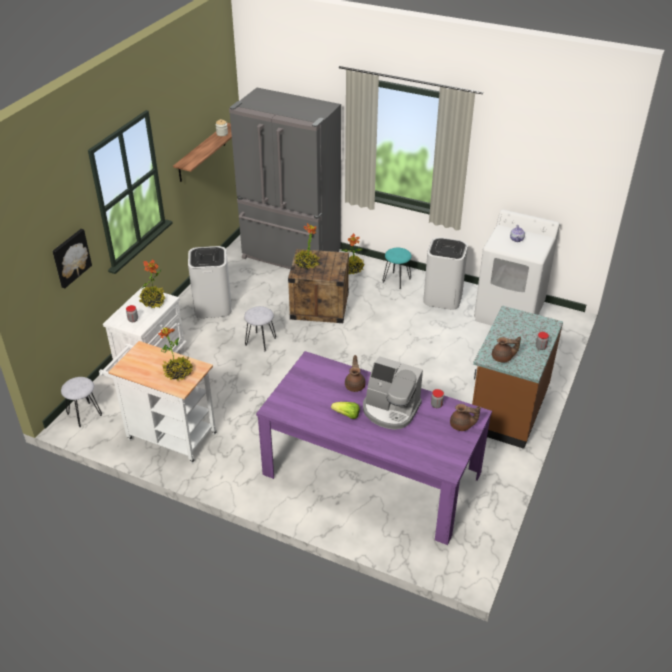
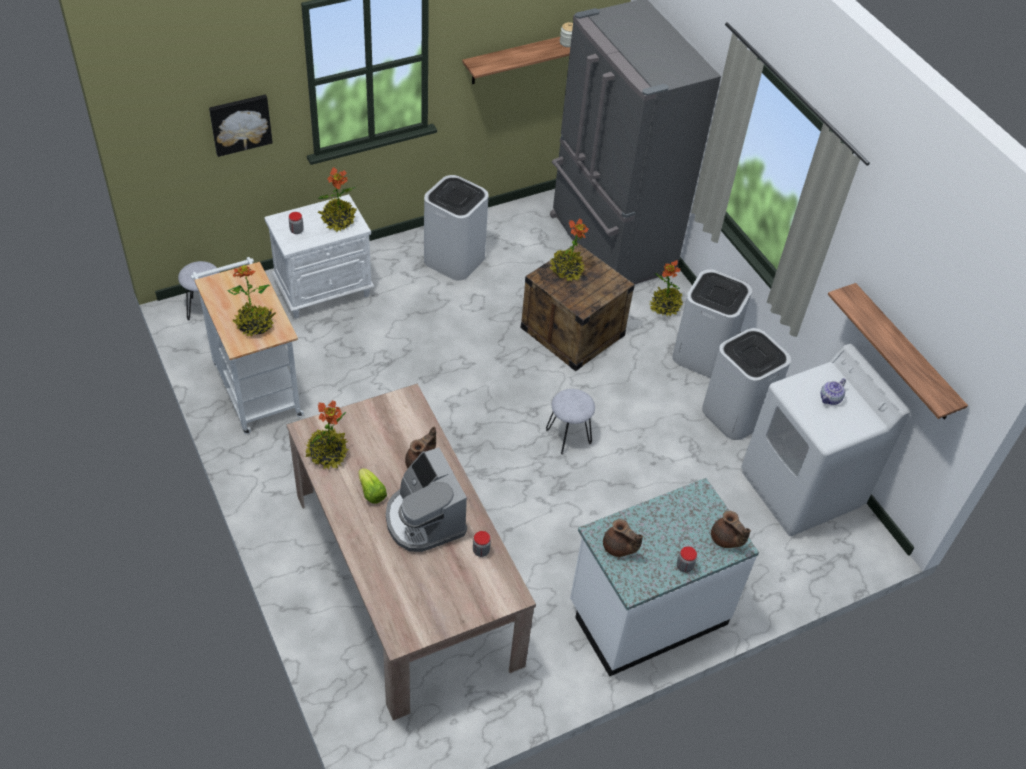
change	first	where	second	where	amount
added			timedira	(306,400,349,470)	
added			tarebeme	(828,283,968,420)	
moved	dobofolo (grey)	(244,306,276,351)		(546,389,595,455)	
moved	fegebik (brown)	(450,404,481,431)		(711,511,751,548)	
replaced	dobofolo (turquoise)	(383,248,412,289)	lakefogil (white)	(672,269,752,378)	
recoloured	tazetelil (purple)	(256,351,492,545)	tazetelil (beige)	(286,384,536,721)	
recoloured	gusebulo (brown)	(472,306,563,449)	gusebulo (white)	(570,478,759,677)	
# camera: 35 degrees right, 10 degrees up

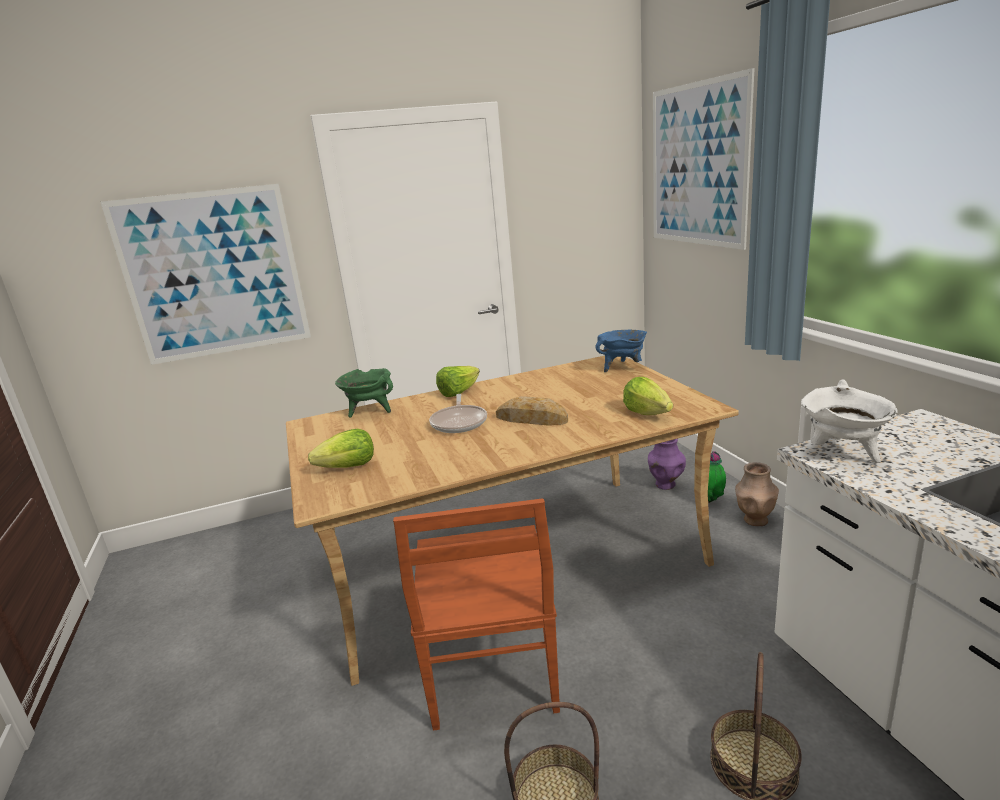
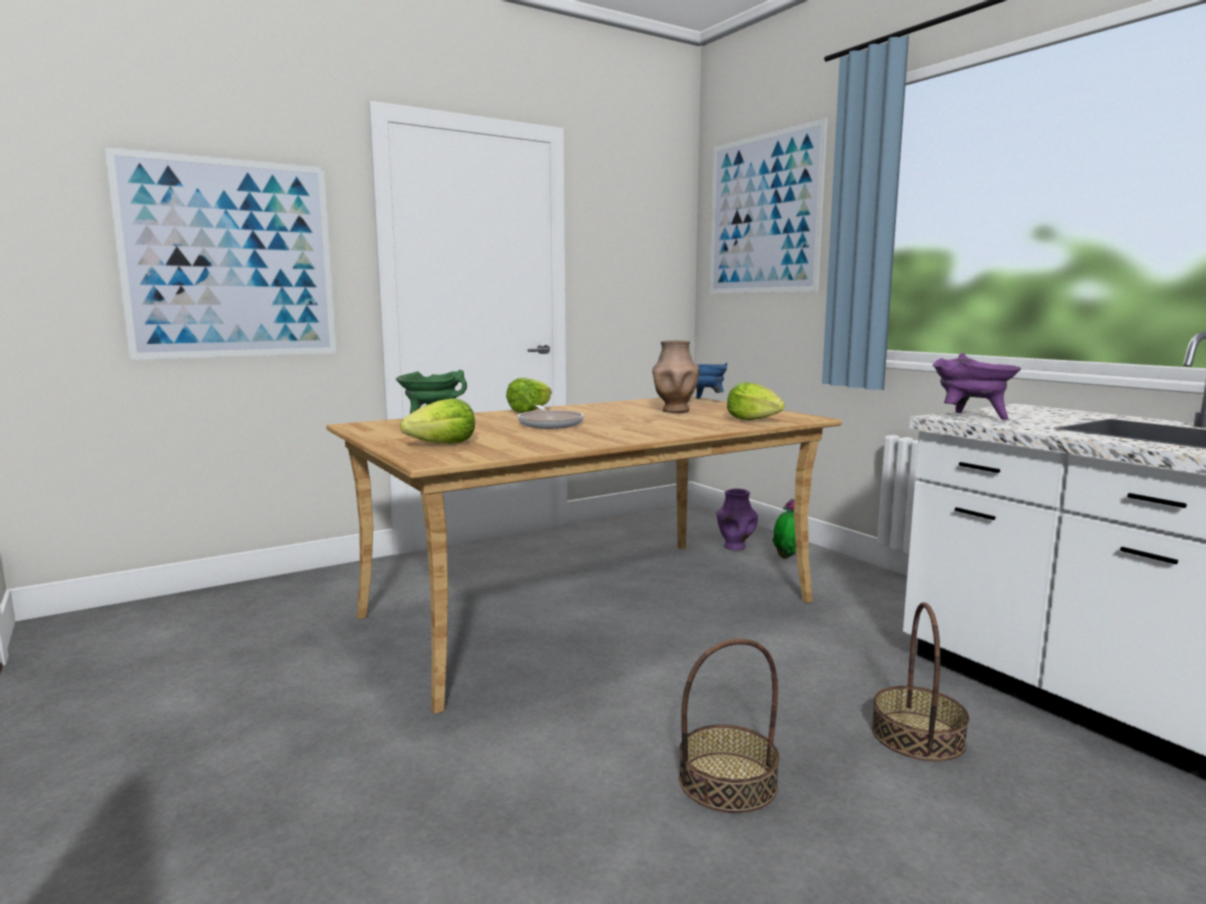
change	first	where	second	where	amount
removed	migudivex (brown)	(393,499,560,731)			
removed	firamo	(496,396,568,425)			
moved	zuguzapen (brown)	(735,462,779,526)		(652,340,700,413)	
recoloured	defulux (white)	(801,379,897,463)	defulux (purple)	(933,353,1021,420)	
# camera: 15 degrees left, 10 degrees down

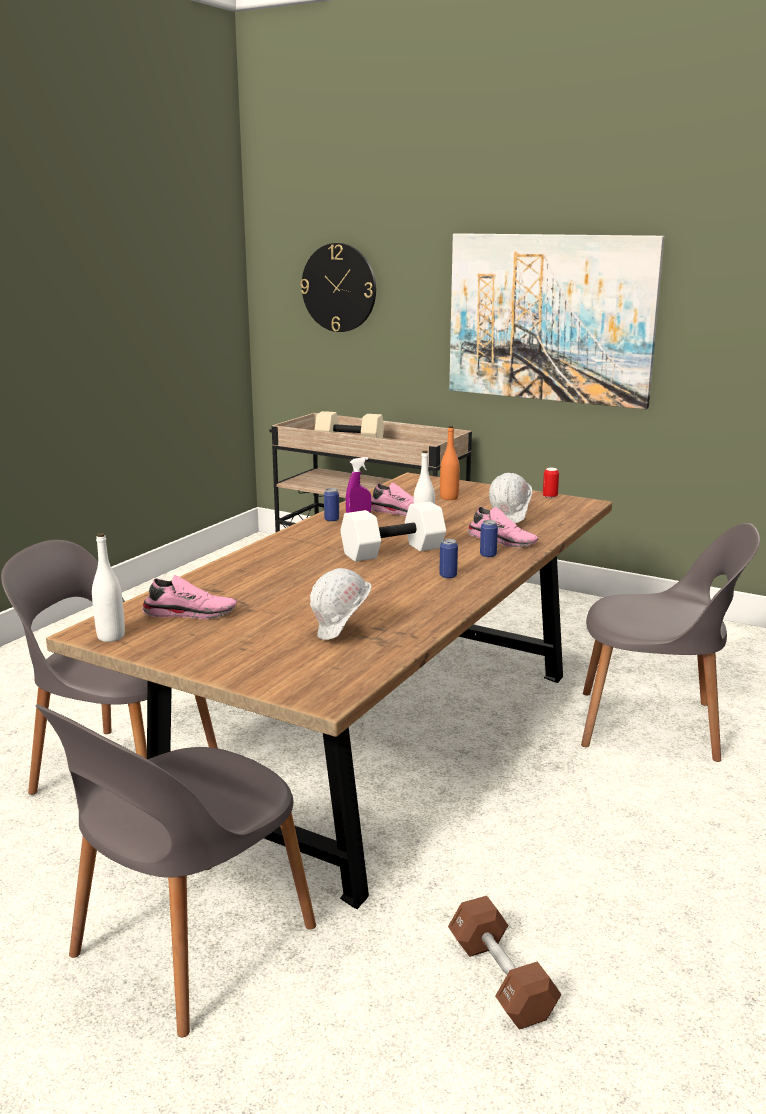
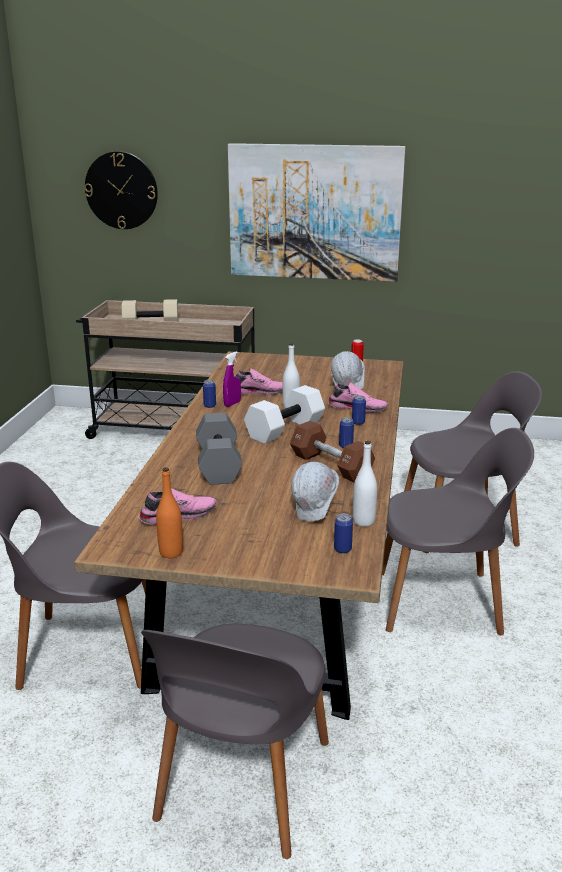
change	first	where	second	where	amount
added			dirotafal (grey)	(196,413,242,485)	
added			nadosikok	(334,514,353,553)	
added			migudivex (grey)	(382,428,534,635)	
moved	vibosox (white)	(92,533,125,642)		(353,441,377,527)	
moved	vibosox (orange)	(440,426,460,500)		(156,467,183,558)	
moved	dirotafal (brown)	(448,896,562,1030)		(290,421,375,483)	
# camera: 20 degrees left, 5 degrees up

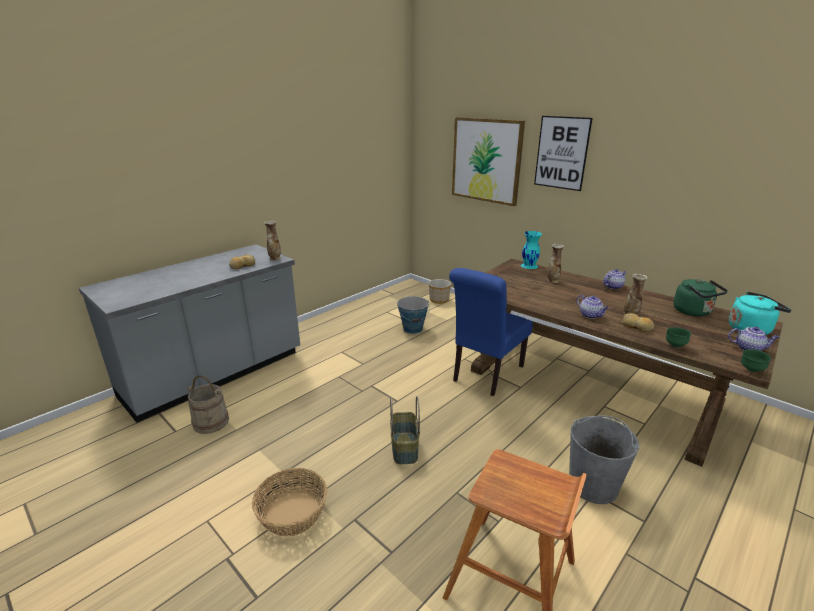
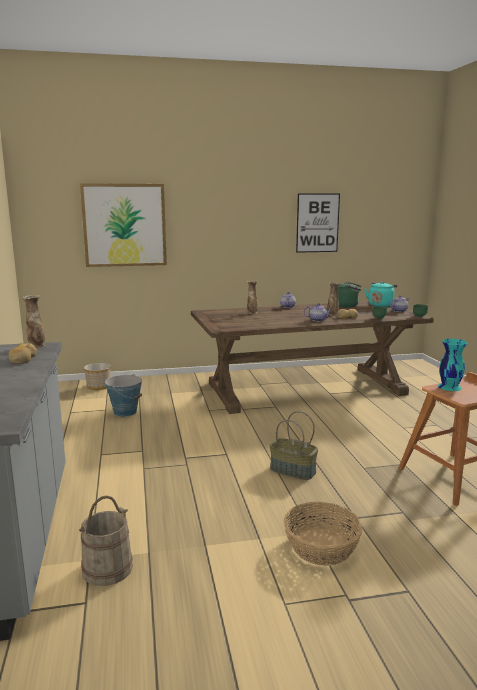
change	first	where	second	where	amount
removed	migudivex (blue)	(449,268,533,396)			
removed	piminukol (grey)	(569,415,640,504)			
moved	zuguzapen (turquoise)	(521,231,542,269)		(438,339,468,391)	
moved	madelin	(534,116,592,191)		(296,193,340,253)	
# camera: 55 degrees left, 10 degrees down

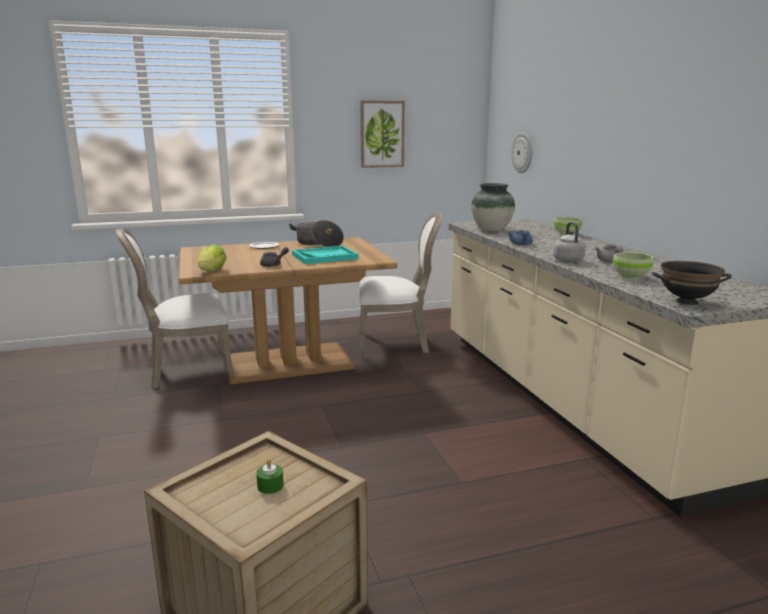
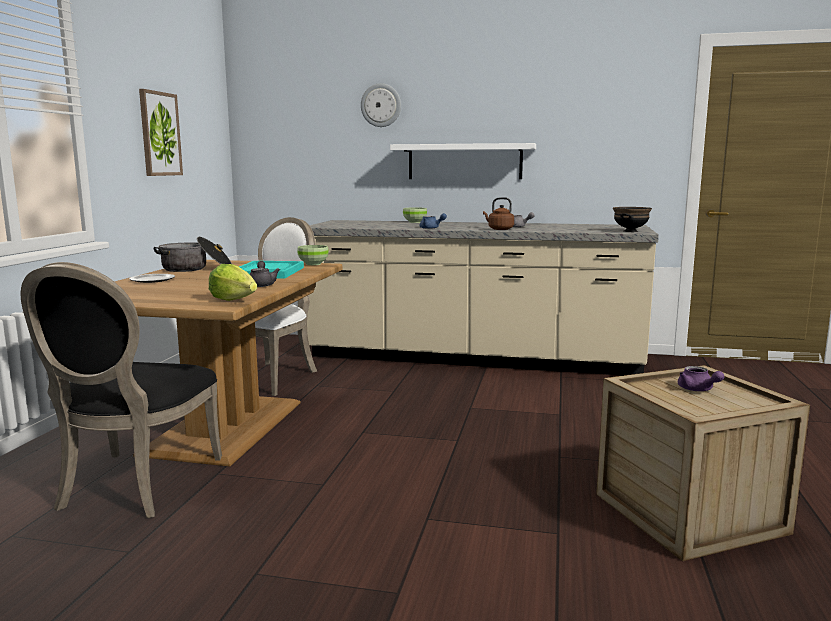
change	first	where	second	where	amount
removed	zuguzapen	(471,183,515,232)			
added			tarebeme (white)	(390,143,536,179)	
moved	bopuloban	(511,132,532,173)		(361,83,401,127)	
moved	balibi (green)	(613,252,653,279)		(297,245,329,265)	
replaced	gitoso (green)	(256,459,284,494)	fegebik (purple)	(678,366,724,391)	
recoloured	migudivex (white)	(115,228,234,389)	migudivex (black)	(21,262,222,518)	
recoloured	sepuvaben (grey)	(553,222,586,262)	sepuvaben (brown)	(483,197,514,230)	
# camera: 60 degrees left, 5 degrees down

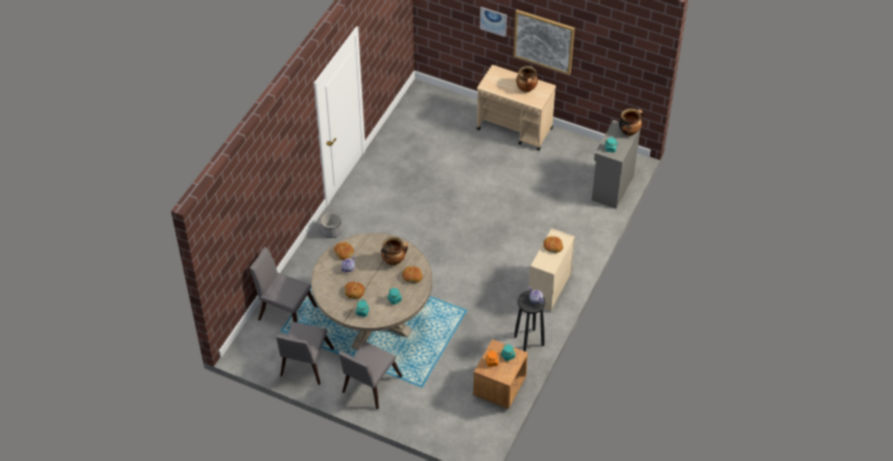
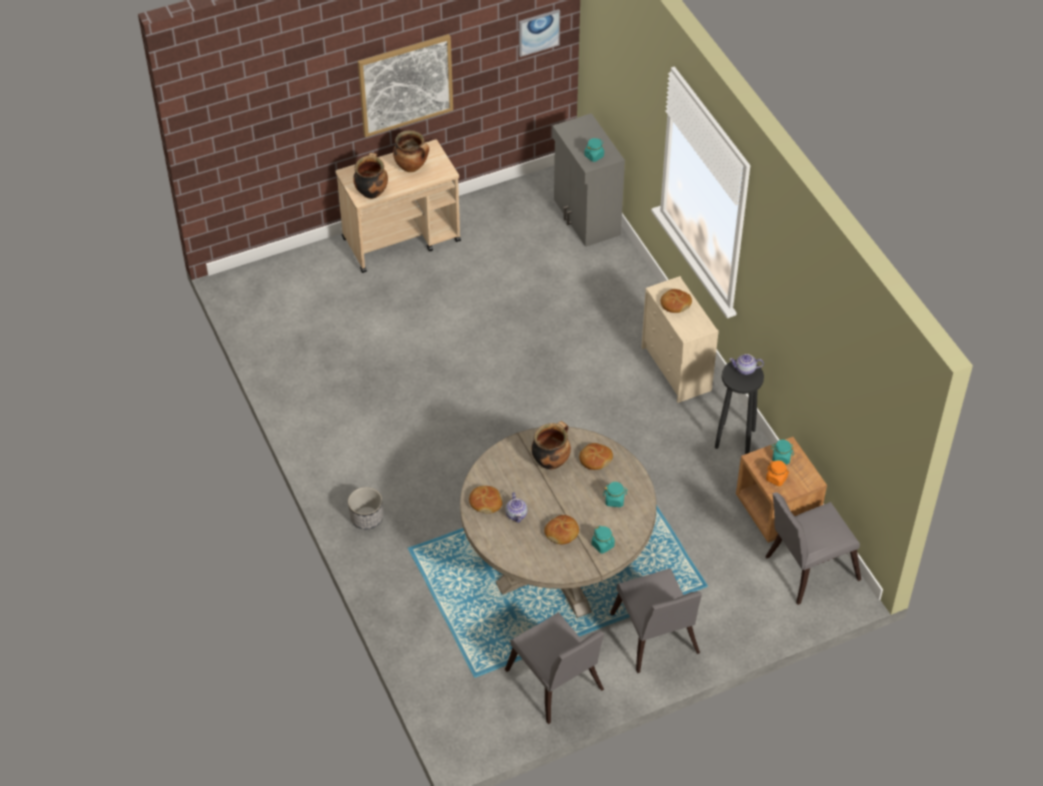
change	first	where	second	where	amount
moved	migudivex (grey)	(250,247,317,322)		(765,492,861,605)	
moved	madelin	(480,7,507,37)		(519,9,560,57)	
moved	defulux	(619,108,644,136)		(353,153,388,199)	
# camera: 50 degrees left, 0 degrees up

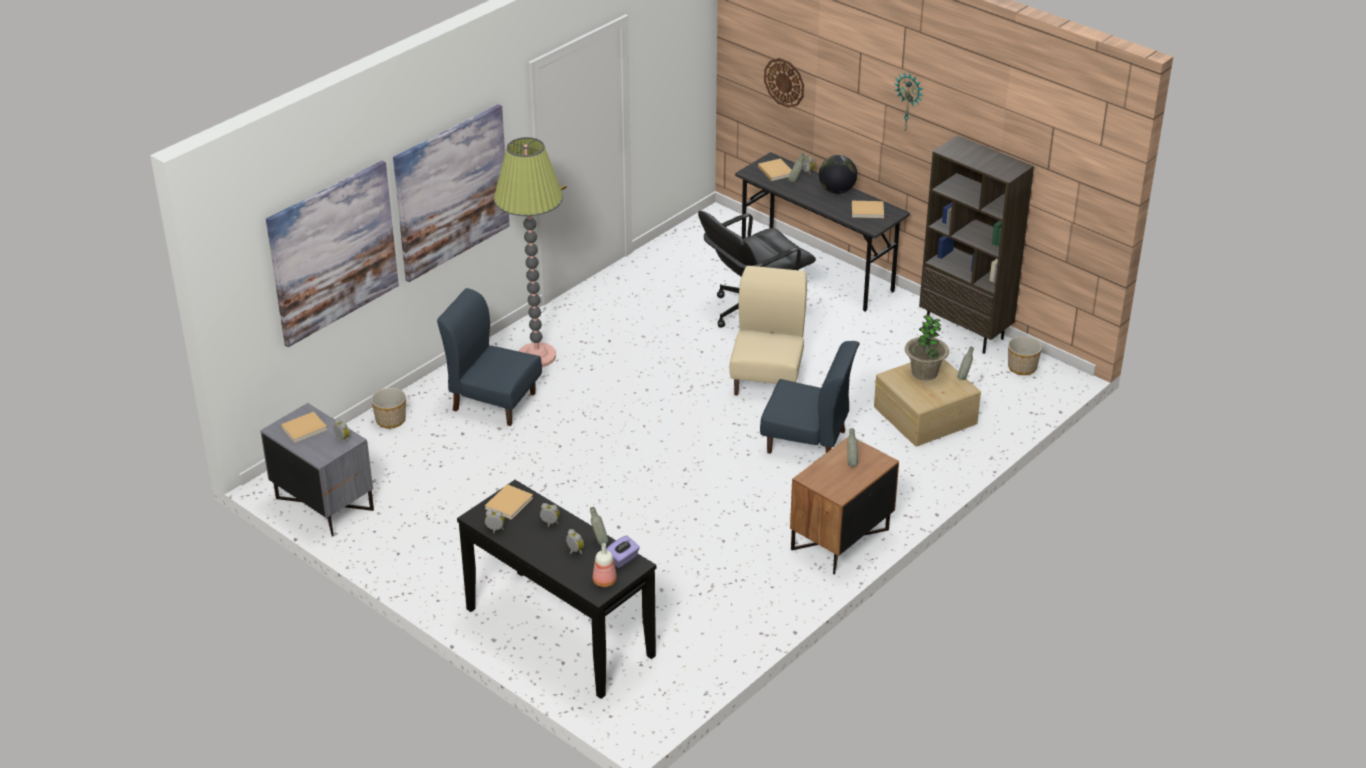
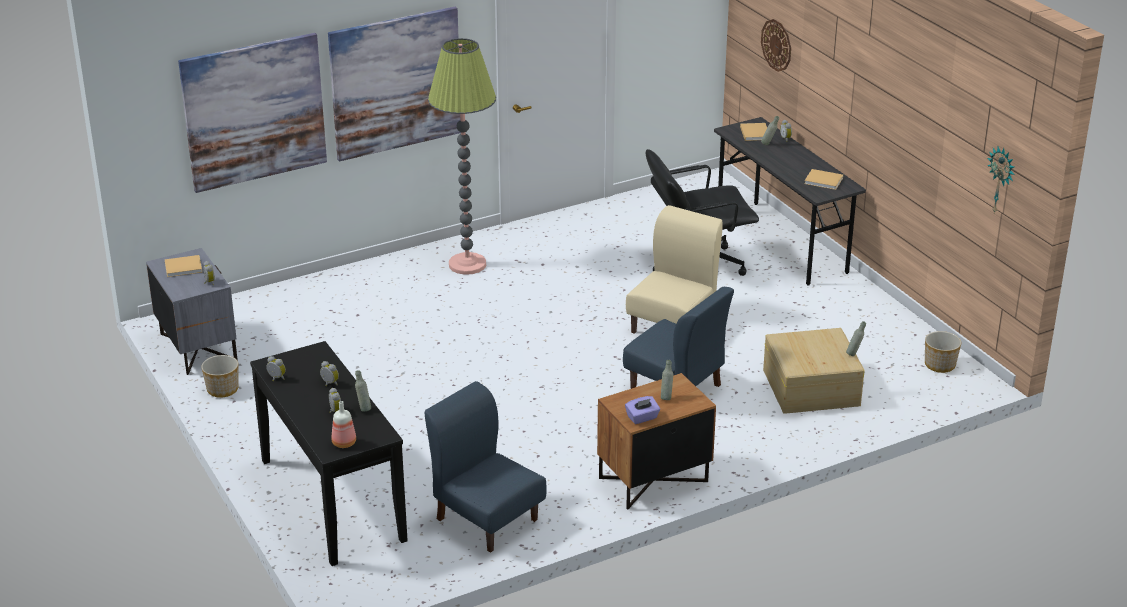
change	first	where	second	where	amount
removed	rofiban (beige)	(485,484,533,520)			
removed	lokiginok	(819,155,857,194)			
removed	timedira	(905,314,949,381)			
removed	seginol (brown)	(919,135,1034,354)			
moved	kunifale	(371,388,406,429)		(201,355,239,398)	
moved	migudivex (blue)	(437,288,542,426)		(425,381,547,553)	
moved	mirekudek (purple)	(606,535,640,568)		(625,396,660,424)	
moved	bopuloban	(895,73,924,132)		(987,147,1015,213)	
# camera: 20 degrees right, 5 degrees down

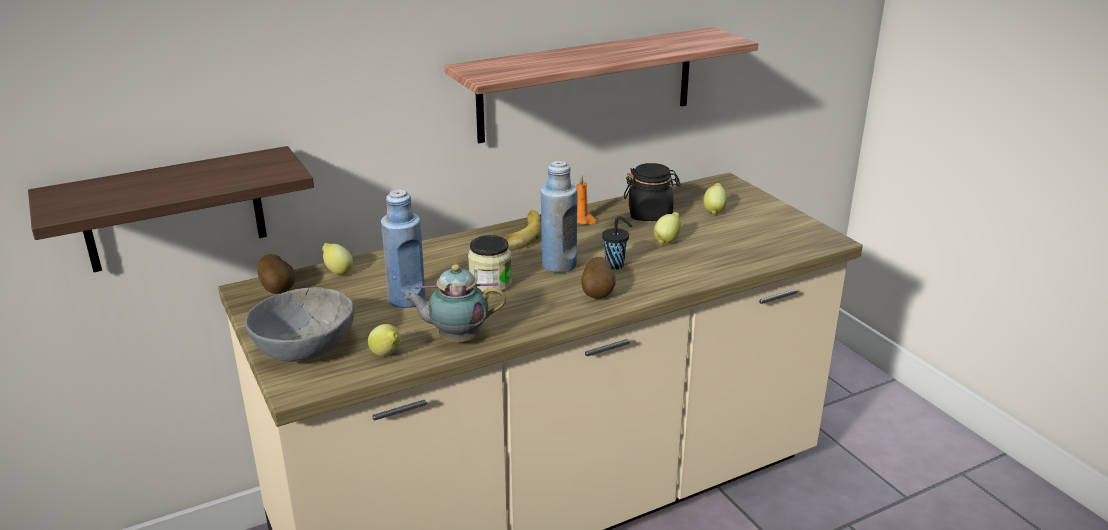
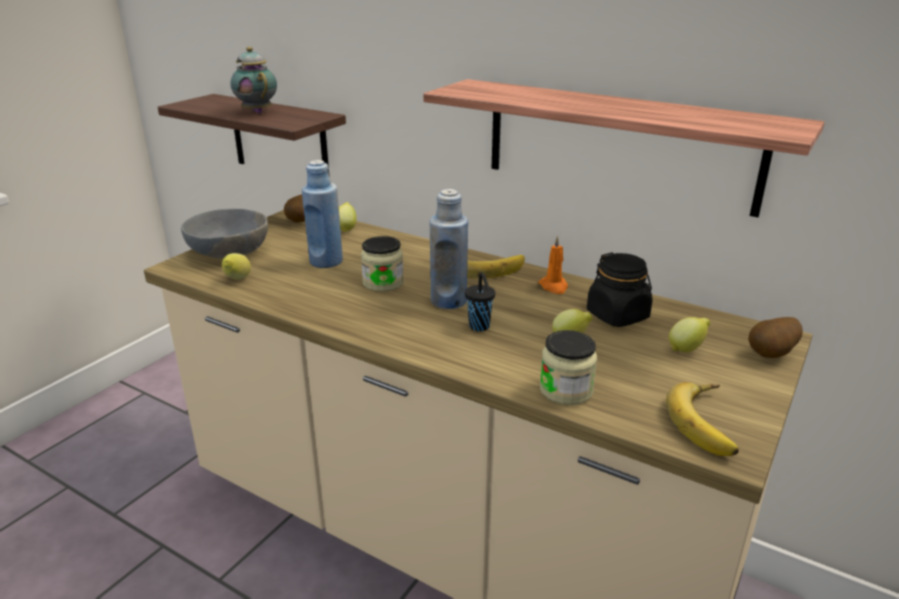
change	first	where	second	where	amount
added			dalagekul	(540,330,597,405)	
added			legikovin	(666,382,739,456)	
moved	fegebik	(404,264,506,342)		(231,47,277,113)	
moved	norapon	(581,257,616,299)		(748,317,803,358)	
# camera: 60 degrees right, 0 degrees up

